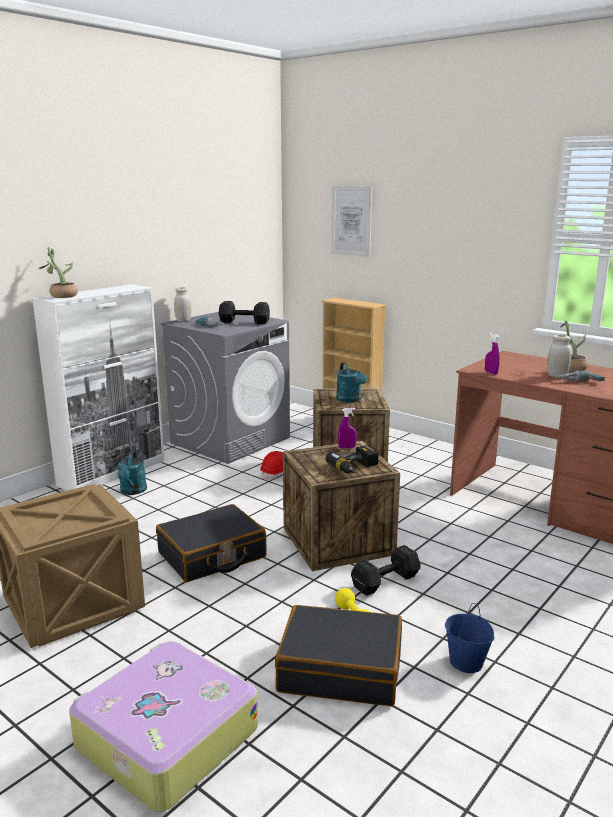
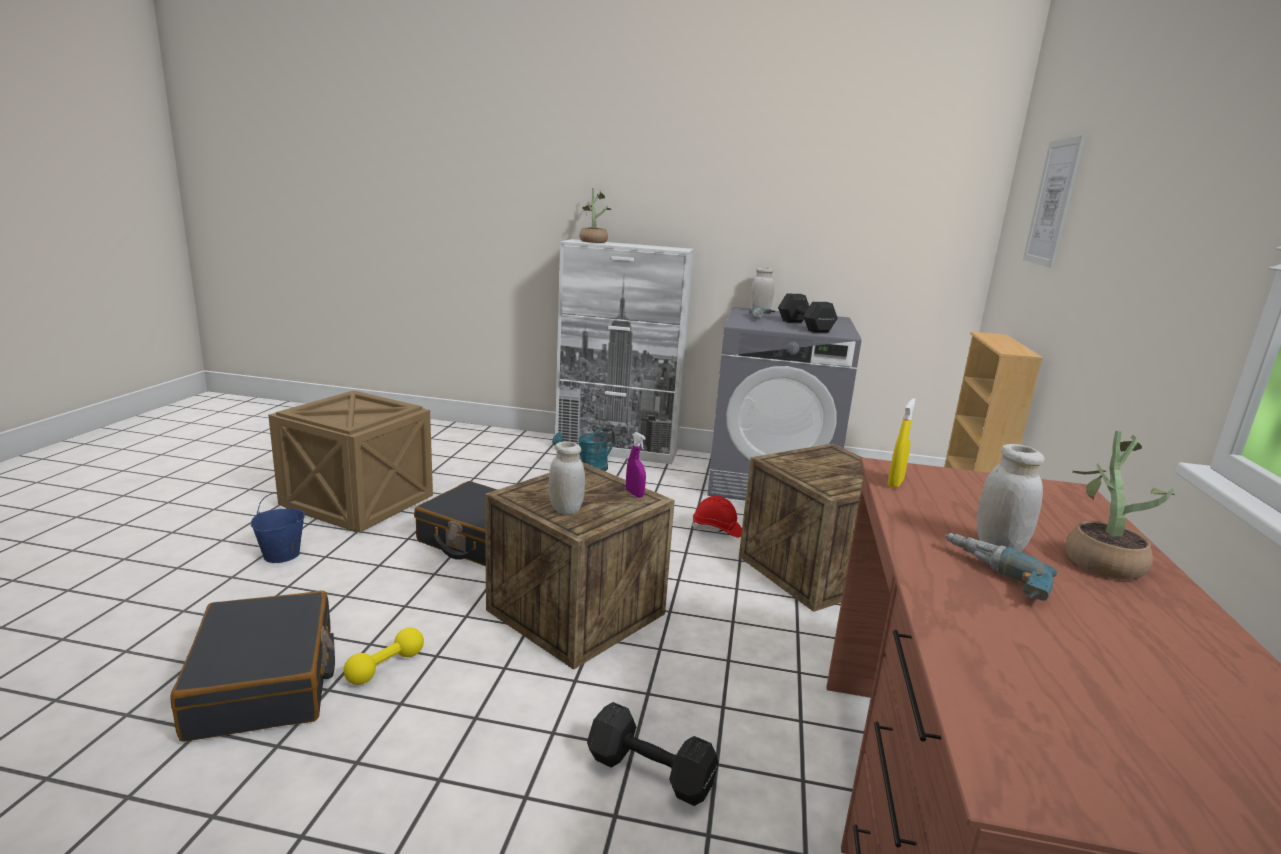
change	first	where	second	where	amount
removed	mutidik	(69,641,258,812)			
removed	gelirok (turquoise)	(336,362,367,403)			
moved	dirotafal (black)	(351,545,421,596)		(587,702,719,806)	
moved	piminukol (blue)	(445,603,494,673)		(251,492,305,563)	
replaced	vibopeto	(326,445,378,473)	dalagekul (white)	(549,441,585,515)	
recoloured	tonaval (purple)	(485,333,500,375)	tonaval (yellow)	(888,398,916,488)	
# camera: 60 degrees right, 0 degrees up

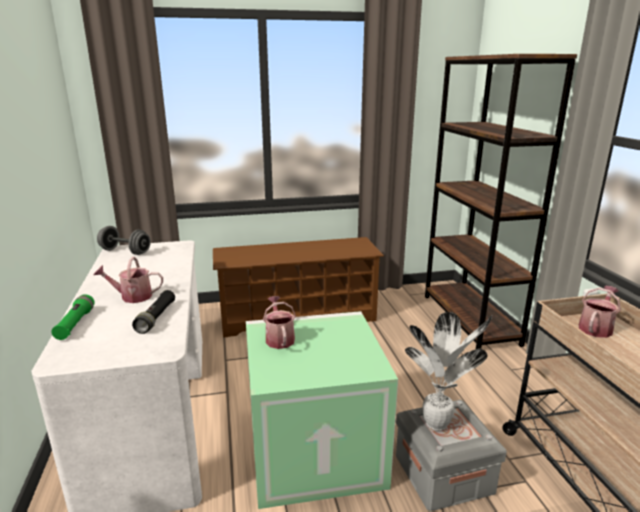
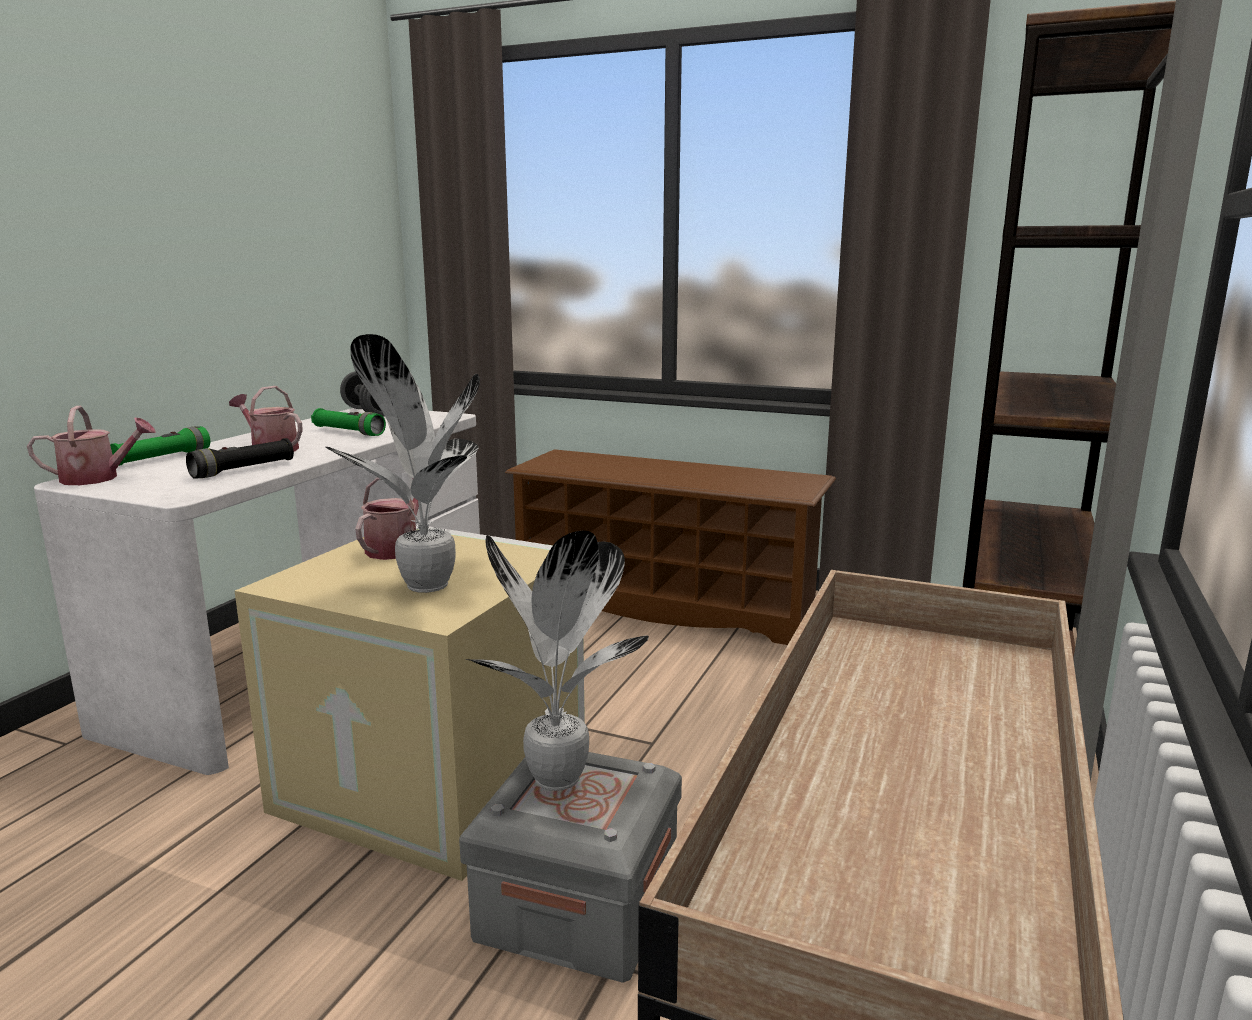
change	first	where	second	where	amount
added			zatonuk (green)	(311,408,386,436)	
added			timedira	(326,334,480,593)	
moved	gelirok	(579,286,621,338)		(27,406,156,485)	
recoloured	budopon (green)	(246,311,398,509)	budopon (beige)	(235,524,585,881)	
# camera: 35 degrees right, 5 degrees down

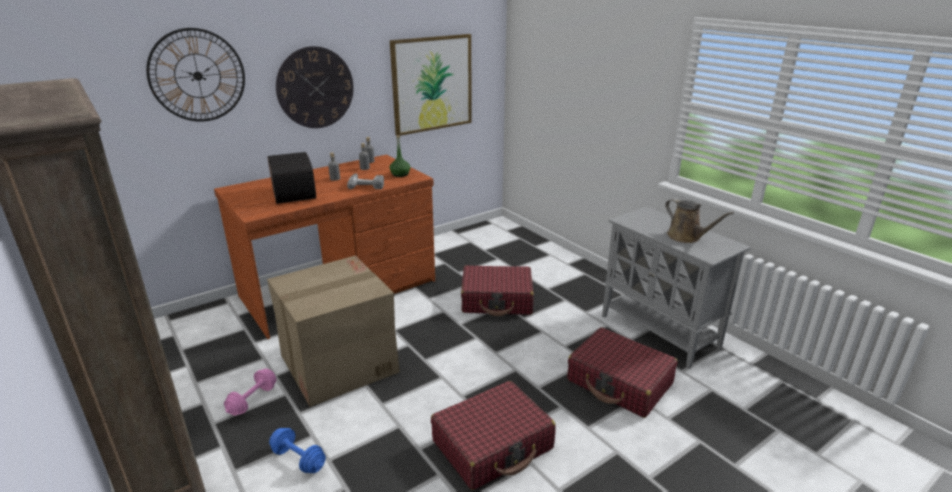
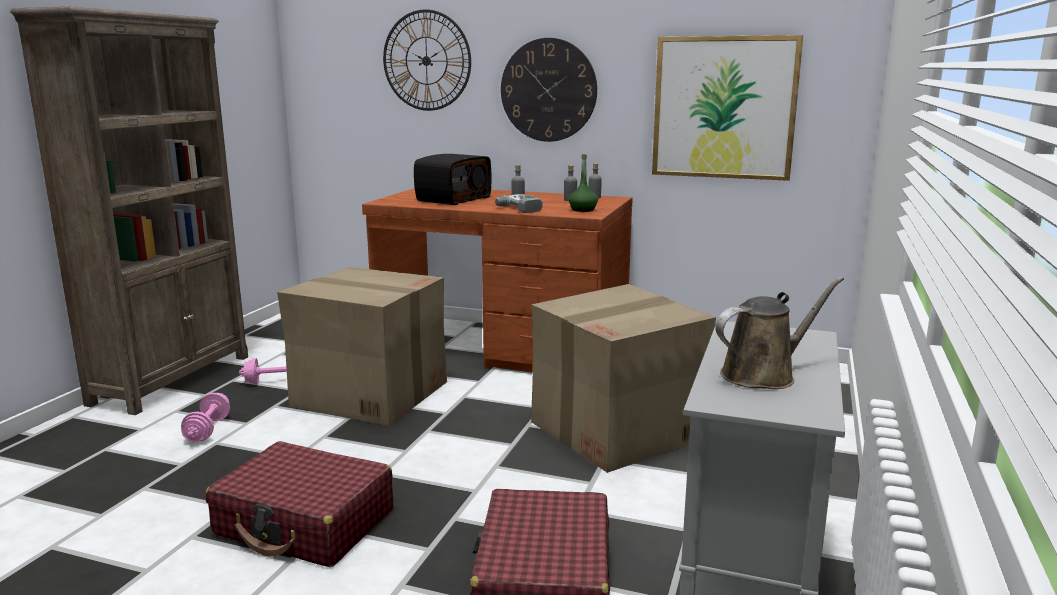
change	first	where	second	where	amount
replaced	mutidik (red)	(461,265,534,316)	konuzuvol	(531,284,716,473)	
recoloured	dirotafal (blue)	(269,428,326,473)	dirotafal (pink)	(181,393,230,442)	
turned	gelirok (brown)	(665,198,734,243)		(715,277,844,389)	135 degrees counterclockwise
# camera: 55 degrees right, 10 degrees down

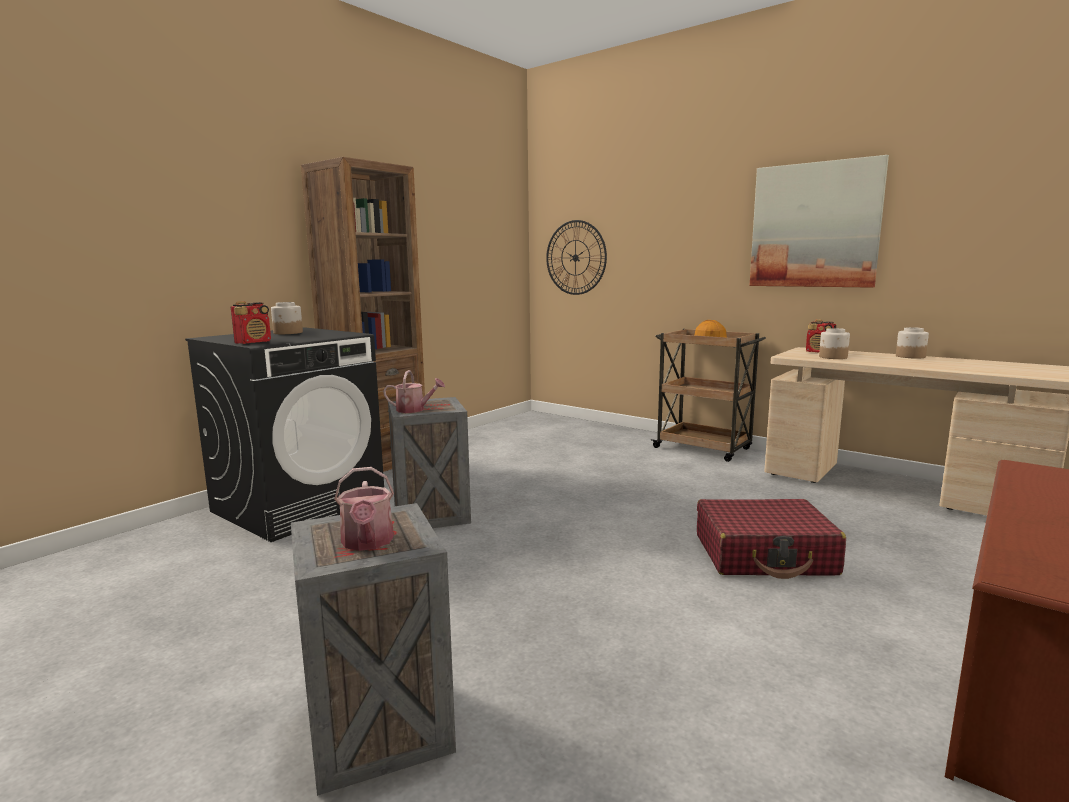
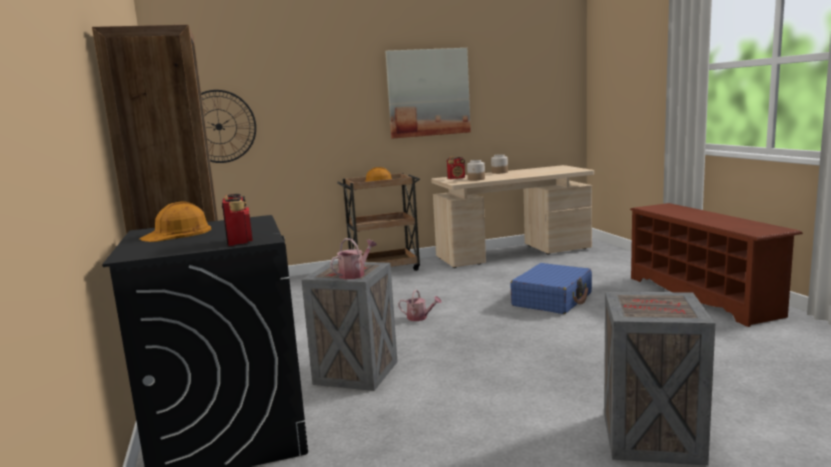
change	first	where	second	where	amount
moved	gelirok	(334,467,394,551)		(398,289,442,321)	
replaced	dalagekul	(271,302,303,334)	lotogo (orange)	(139,201,211,242)	
recoloured	mutidik (red)	(697,499,846,579)	mutidik (blue)	(510,263,592,314)	
# camera: 55 degrees left, 0 degrees up

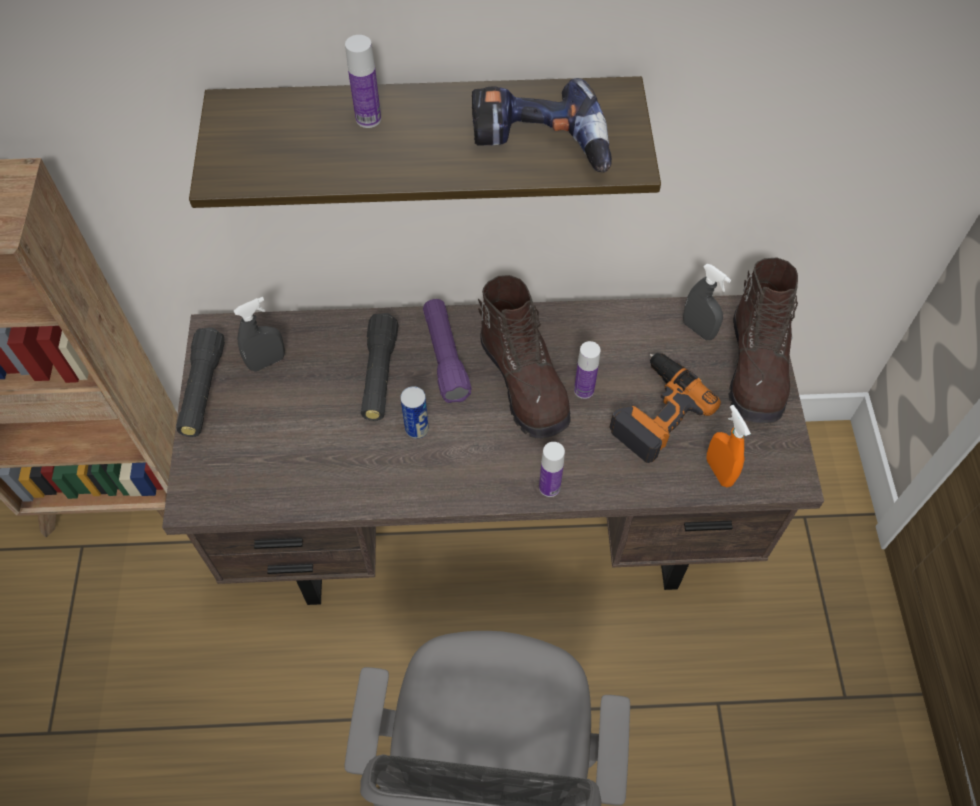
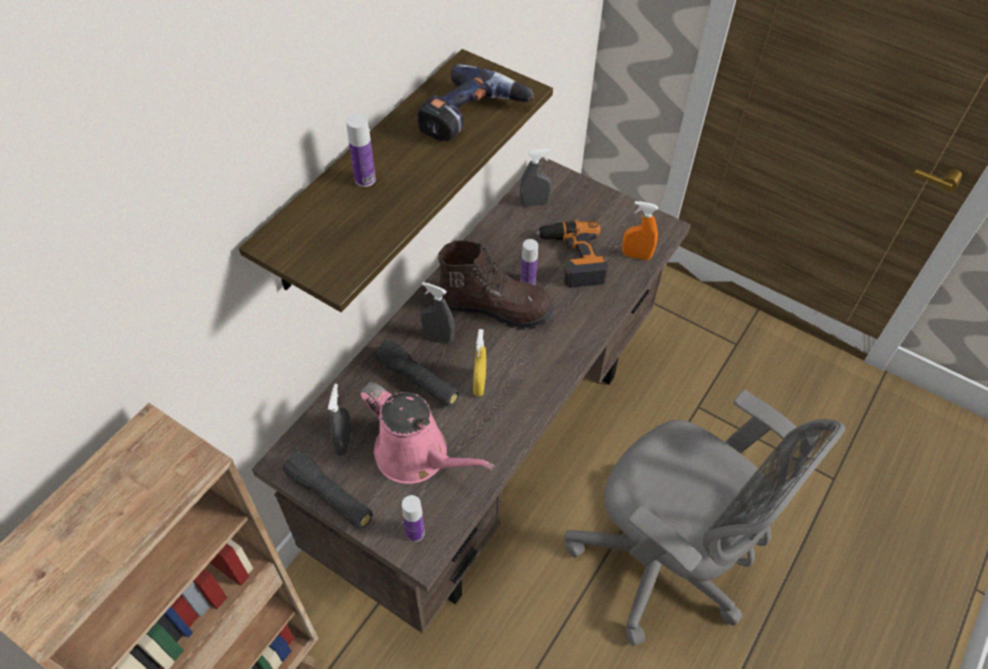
change	first	where	second	where	amount
removed	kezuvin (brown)	(729,257,798,423)			
added			gelirok (pink)	(360,382,494,484)	
moved	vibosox	(539,442,565,497)		(402,495,425,542)	
replaced	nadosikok	(400,386,429,439)	tonaval (yellow)	(473,329,486,397)	
replaced	zatonuk (purple)	(423,299,472,403)	tonaval (grey)	(420,282,454,343)	
# camera: 55 degrees left, 5 degrees down

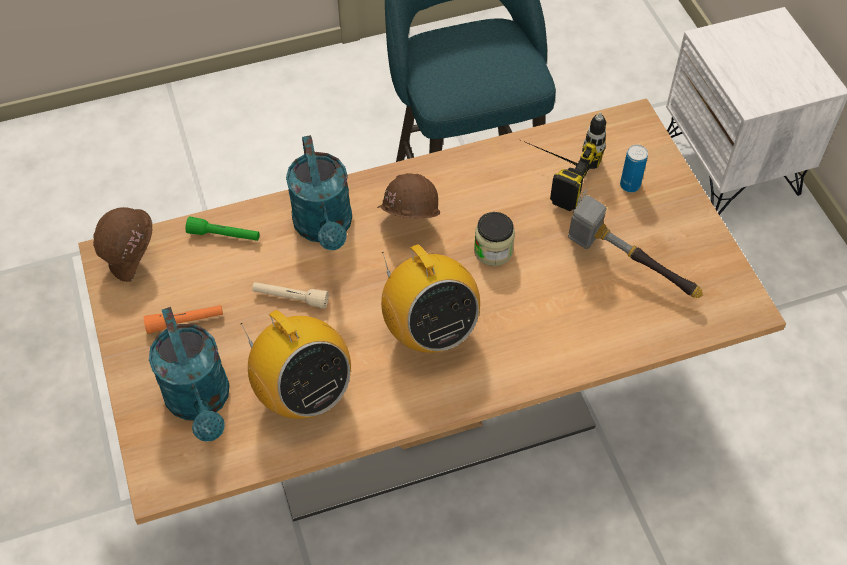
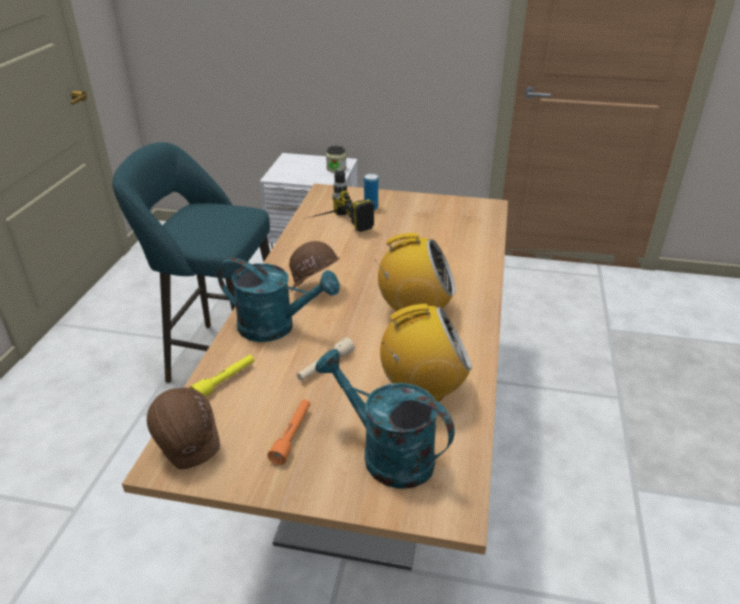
change	first	where	second	where	amount
removed	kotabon	(568,195,703,298)			
moved	dalagekul	(474,212,515,266)		(326,146,347,173)	
recoloured	zatonuk (green)	(185,216,260,241)	zatonuk (yellow)	(189,354,254,397)	
turned	gelirok (turquoise)	(149,307,229,442)		(315,349,455,489)	150 degrees counterclockwise
# camera: 60 degrees left, 20 degrees down

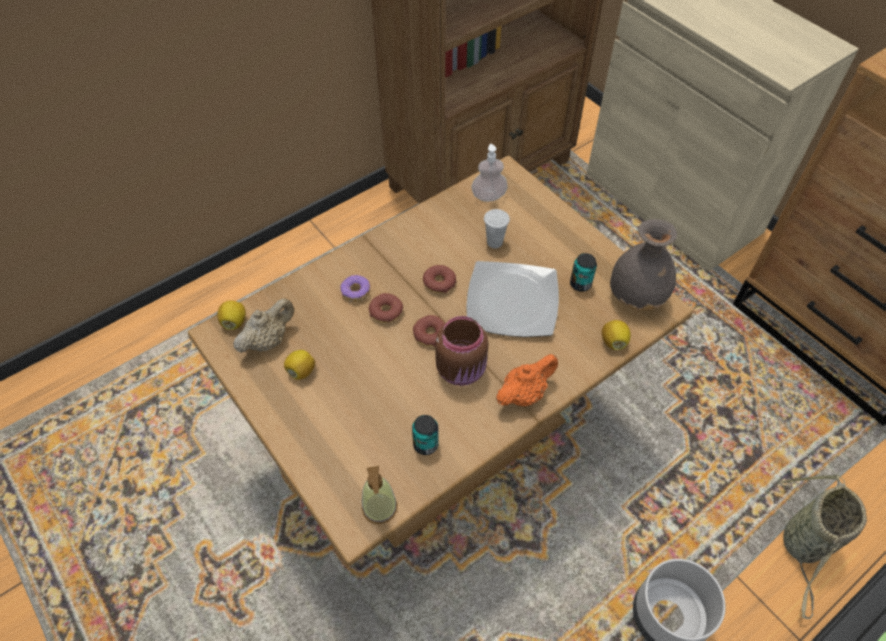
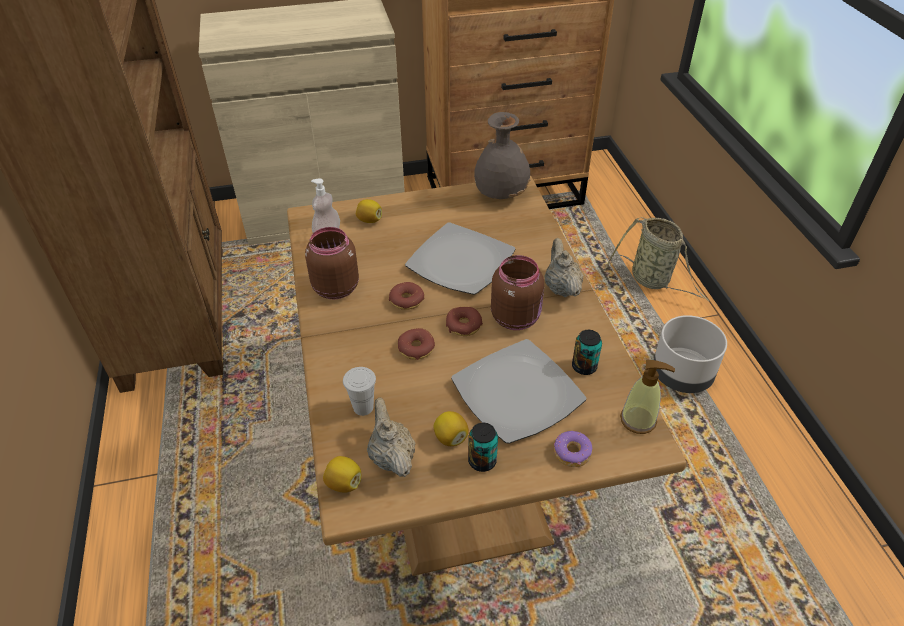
change	first	where	second	where	amount
added			dalagekul (brown)	(305,227,359,299)	
added			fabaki	(451,339,586,444)	
moved	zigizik	(341,275,370,302)		(554,431,593,467)	
moved	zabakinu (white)	(484,209,510,248)		(343,367,376,416)	
moved	nadosikok	(570,253,597,292)		(468,423,498,472)	
moved	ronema	(602,320,631,350)		(356,199,382,223)	
recoloured	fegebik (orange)	(496,354,558,406)	fegebik (beige)	(544,238,584,297)	
# camera: 65 degrees left, 10 degrees down

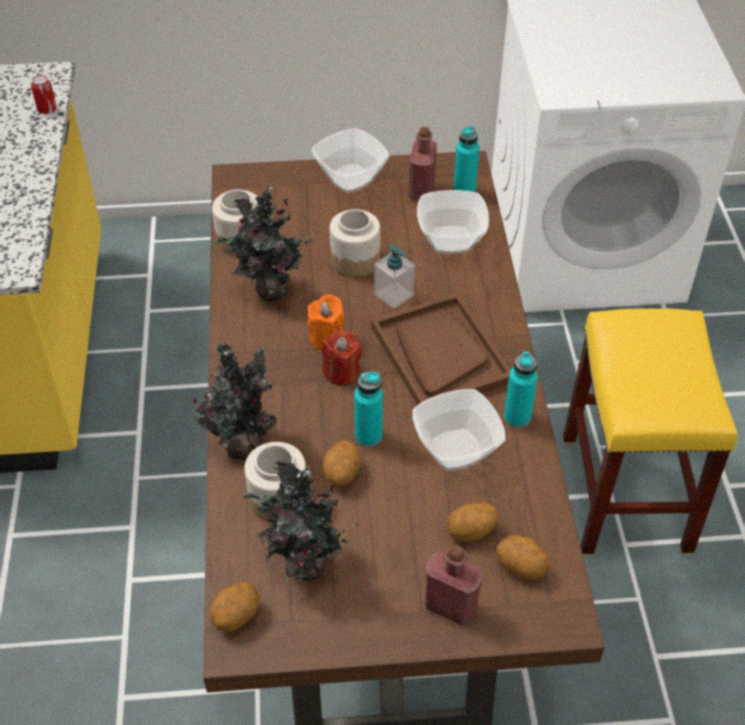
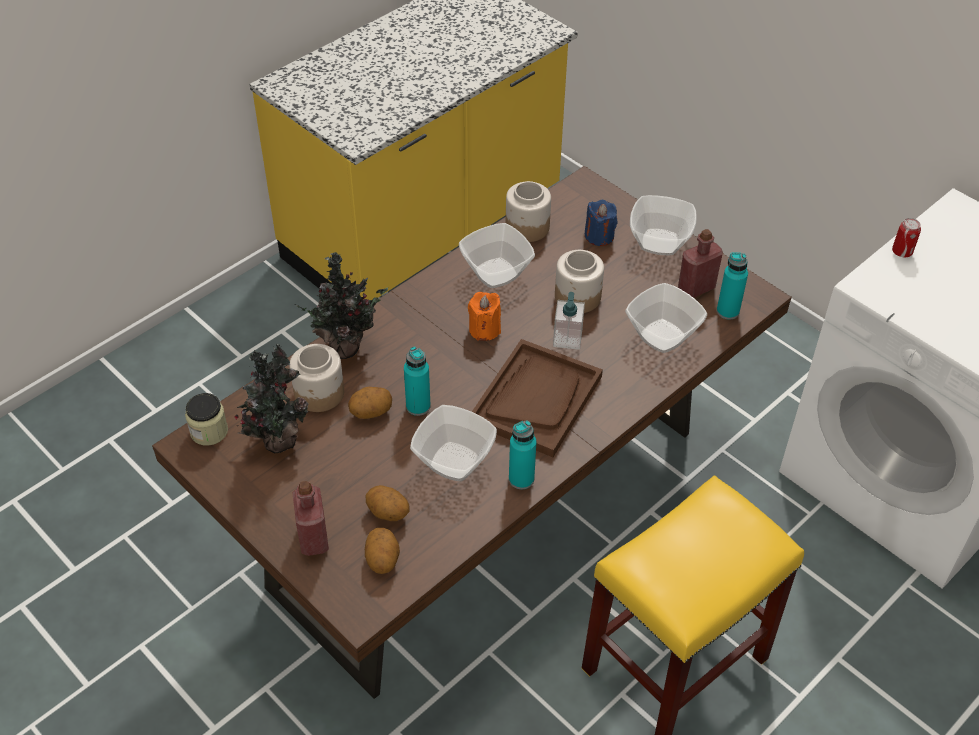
change	first	where	second	where	amount
removed	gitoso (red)	(322,331,362,385)			
added			gitoso (blue)	(585,200,617,246)	
moved	nadosikok	(31,75,57,114)		(892,218,921,257)	
replaced	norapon	(209,582,260,632)	dalagekul	(185,393,228,446)	
replaced	timedira	(213,184,314,301)	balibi	(459,223,535,288)	
# camera: 50 degrees right, 0 degrees up

